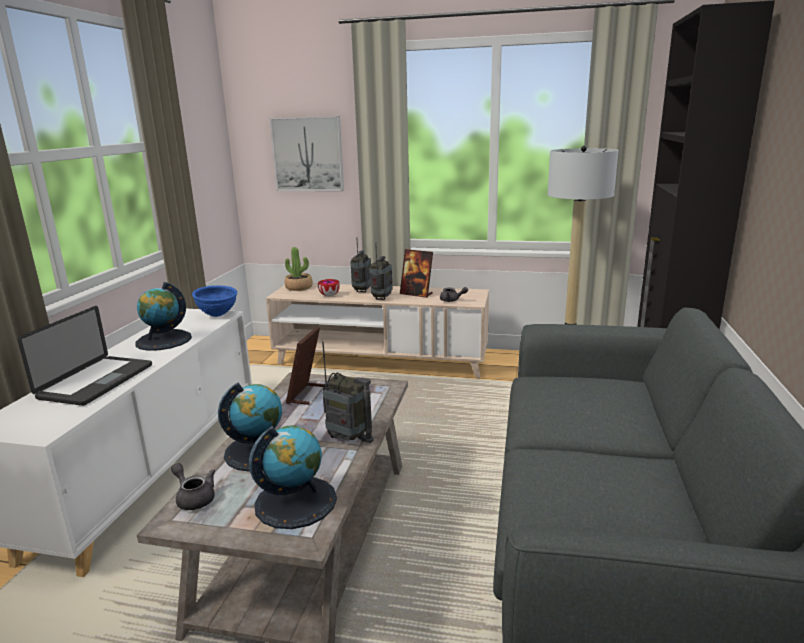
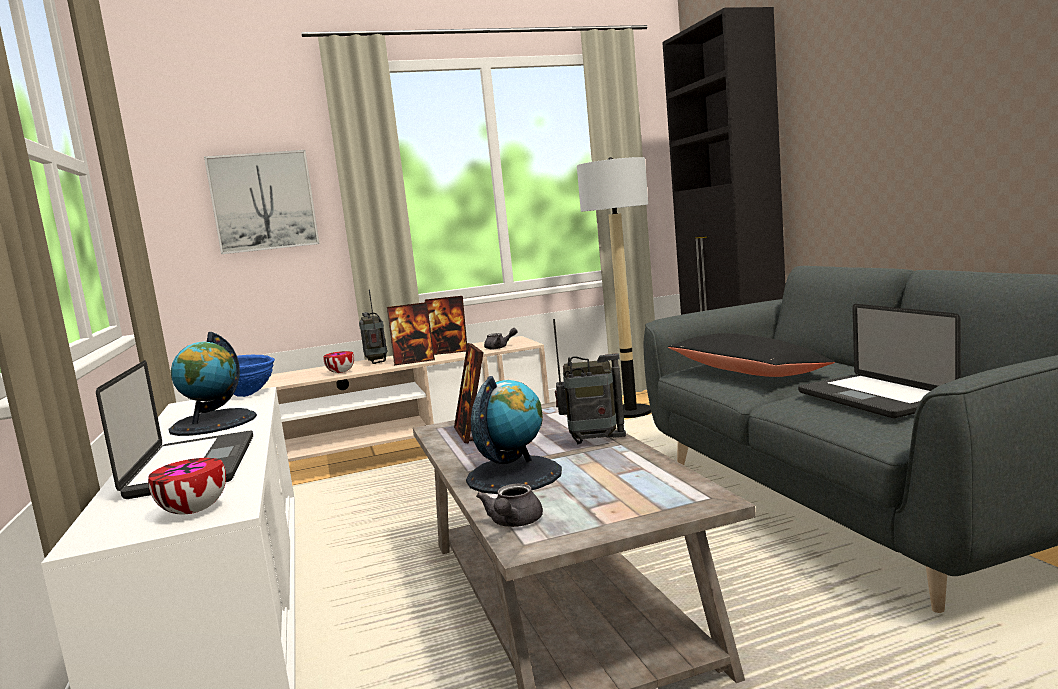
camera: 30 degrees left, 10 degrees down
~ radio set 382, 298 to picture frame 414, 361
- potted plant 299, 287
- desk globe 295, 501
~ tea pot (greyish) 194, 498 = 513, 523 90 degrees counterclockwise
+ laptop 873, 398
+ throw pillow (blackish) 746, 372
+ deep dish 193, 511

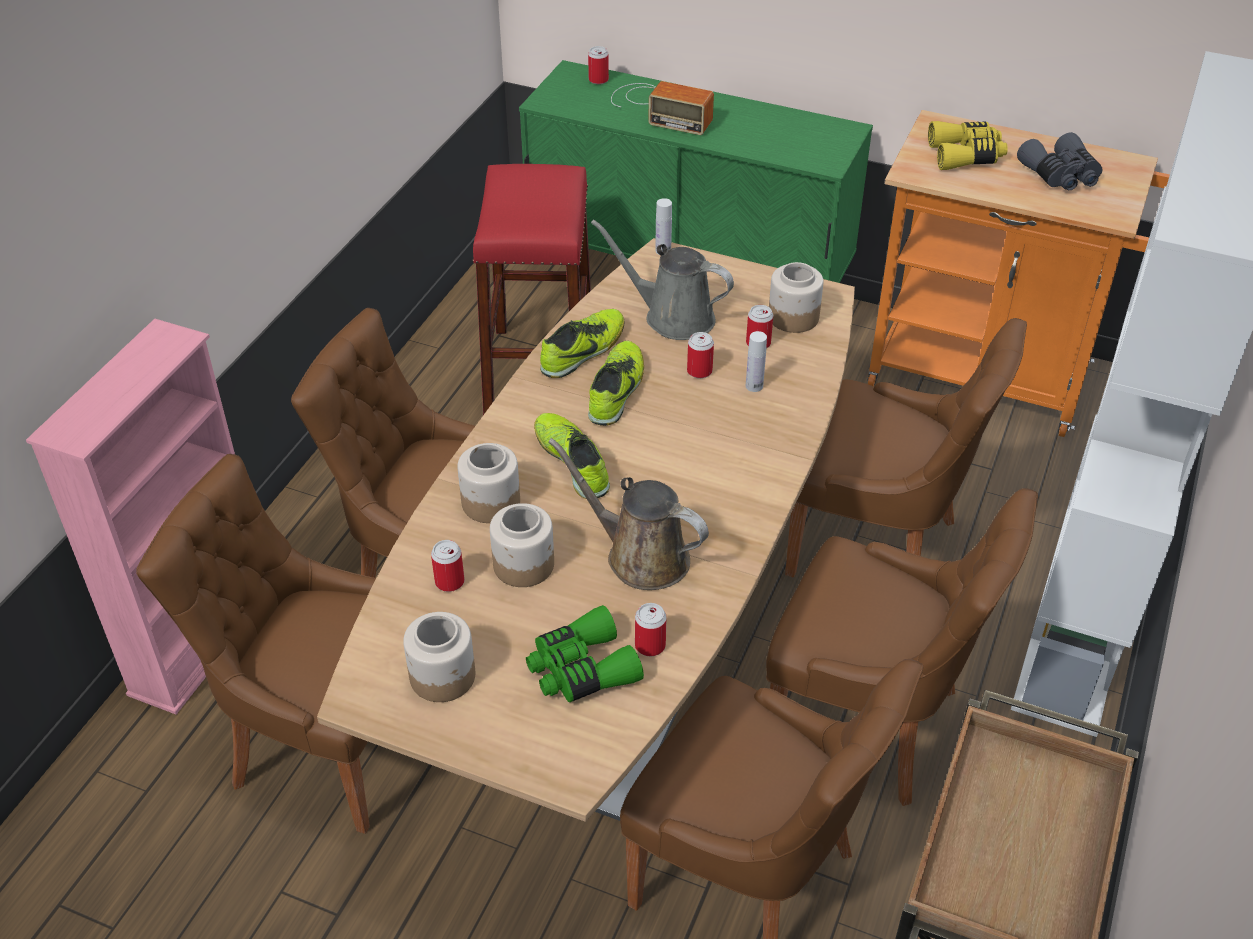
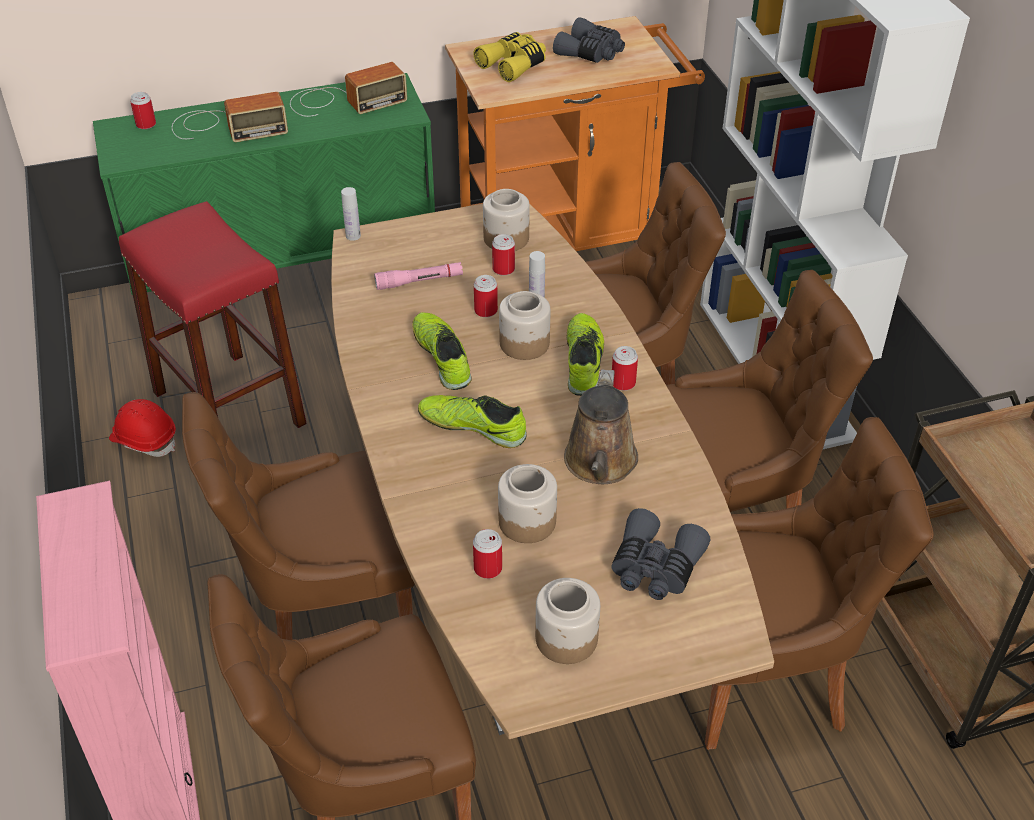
camera: 40 degrees left, 0 degrees up
~ watering pot (greyish) 672, 317 to flashlight (pinkish) 419, 281
~ shoe 584, 351 to 583, 361
~ watering pot (brown) 640, 556 = 600, 464 75 degrees counterclockwise
~ jar 490, 502 to 523, 343
~ metal can 650, 645 to 623, 383
~ binoculars (green) 581, 669 to binoculars (greyish) 655, 567
+ radio set 343, 101
+ hard hat (red) 144, 439

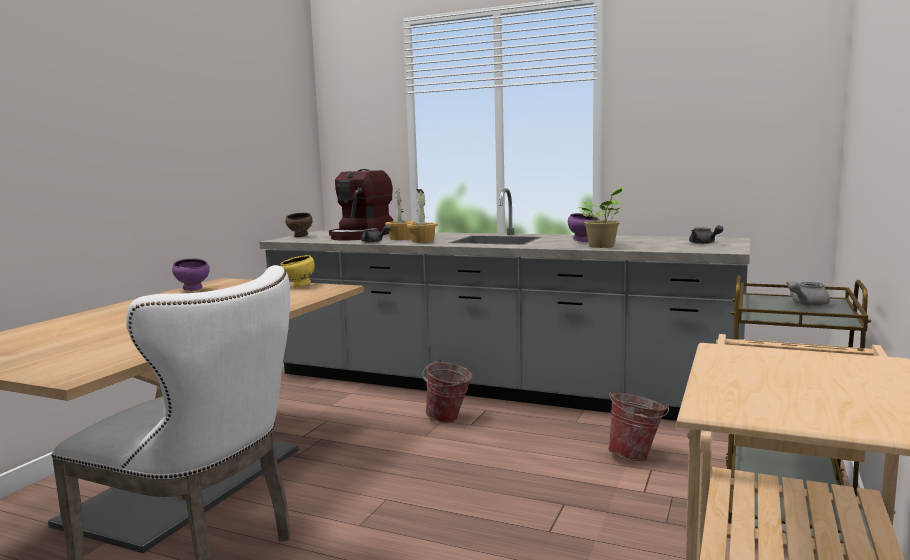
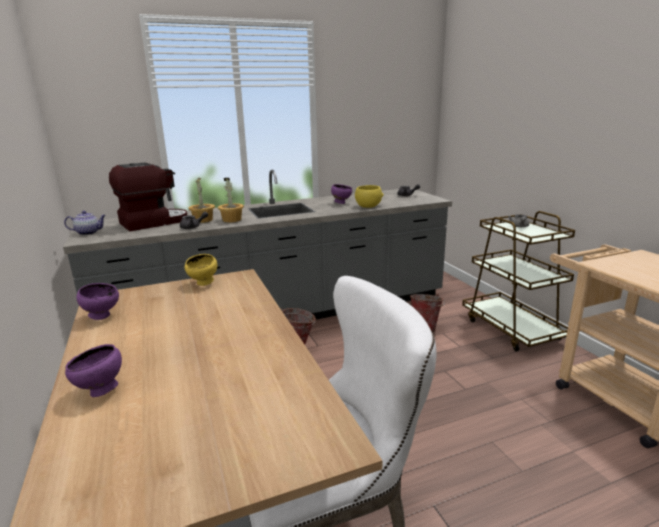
camera: 45 degrees left, 10 degrees up
~ coffee maker 361, 236 = 153, 222 105 degrees counterclockwise
~ potted plant 603, 246 to deep dish (yellow) 368, 206
~ deep dish (brown) 300, 236 to tea pot 89, 233
+ deep dish (purple) 100, 391

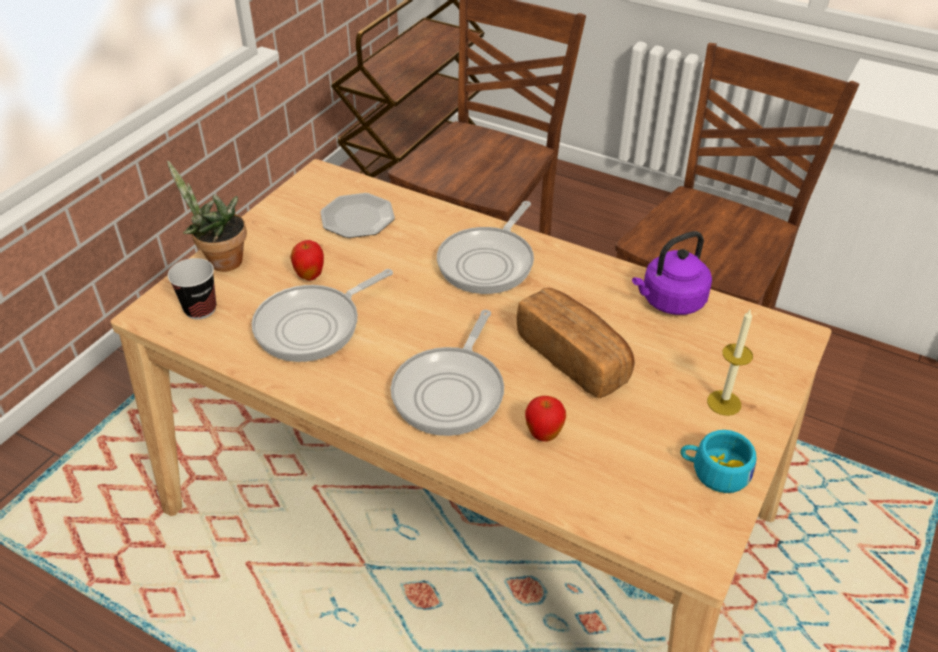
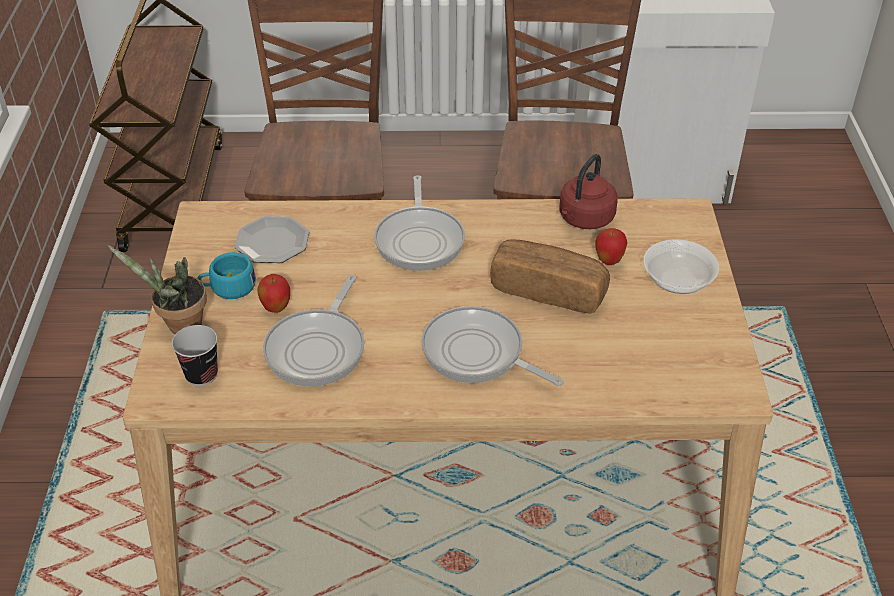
camera: 30 degrees left, 0 degrees up
~ water kettle (purple) 670, 302 to water kettle (red) 584, 220
~ wax candle 724, 403 to deep dish 678, 281
~ skillet 451, 391 = 477, 354 135 degrees clockwise
~ apple 543, 435 to 609, 261
~ cup (turquoise) 714, 471 to 228, 287

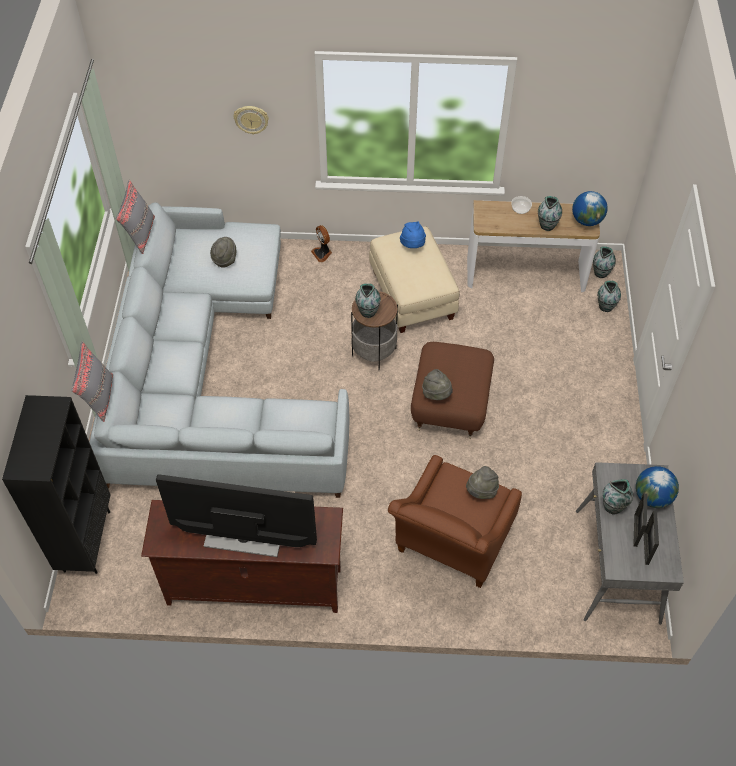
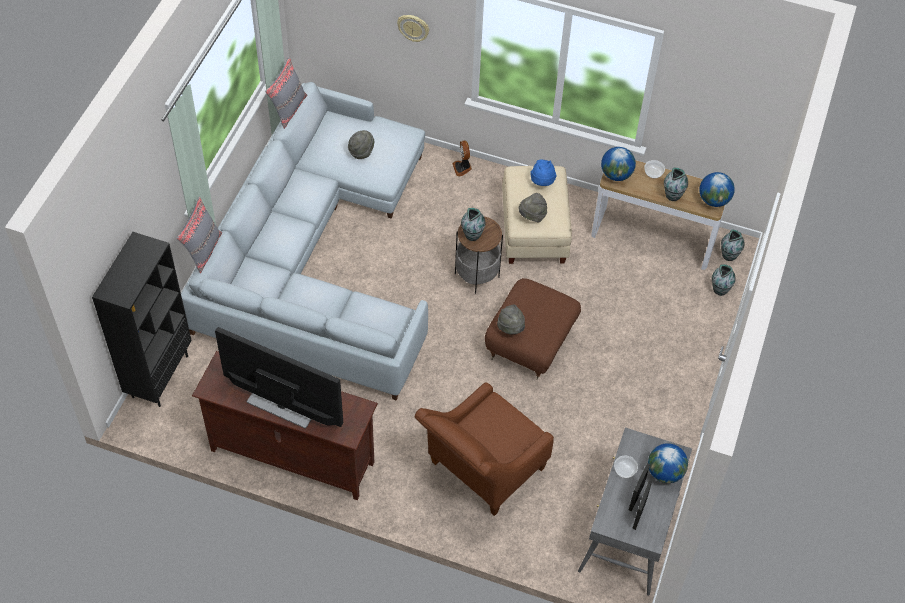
camera: 15 degrees right, 0 degrees up
~ clothing hat (greyish) 481, 491 to 532, 216
~ vase 613, 506 to deep dish 625, 470
+ desk globe 616, 175

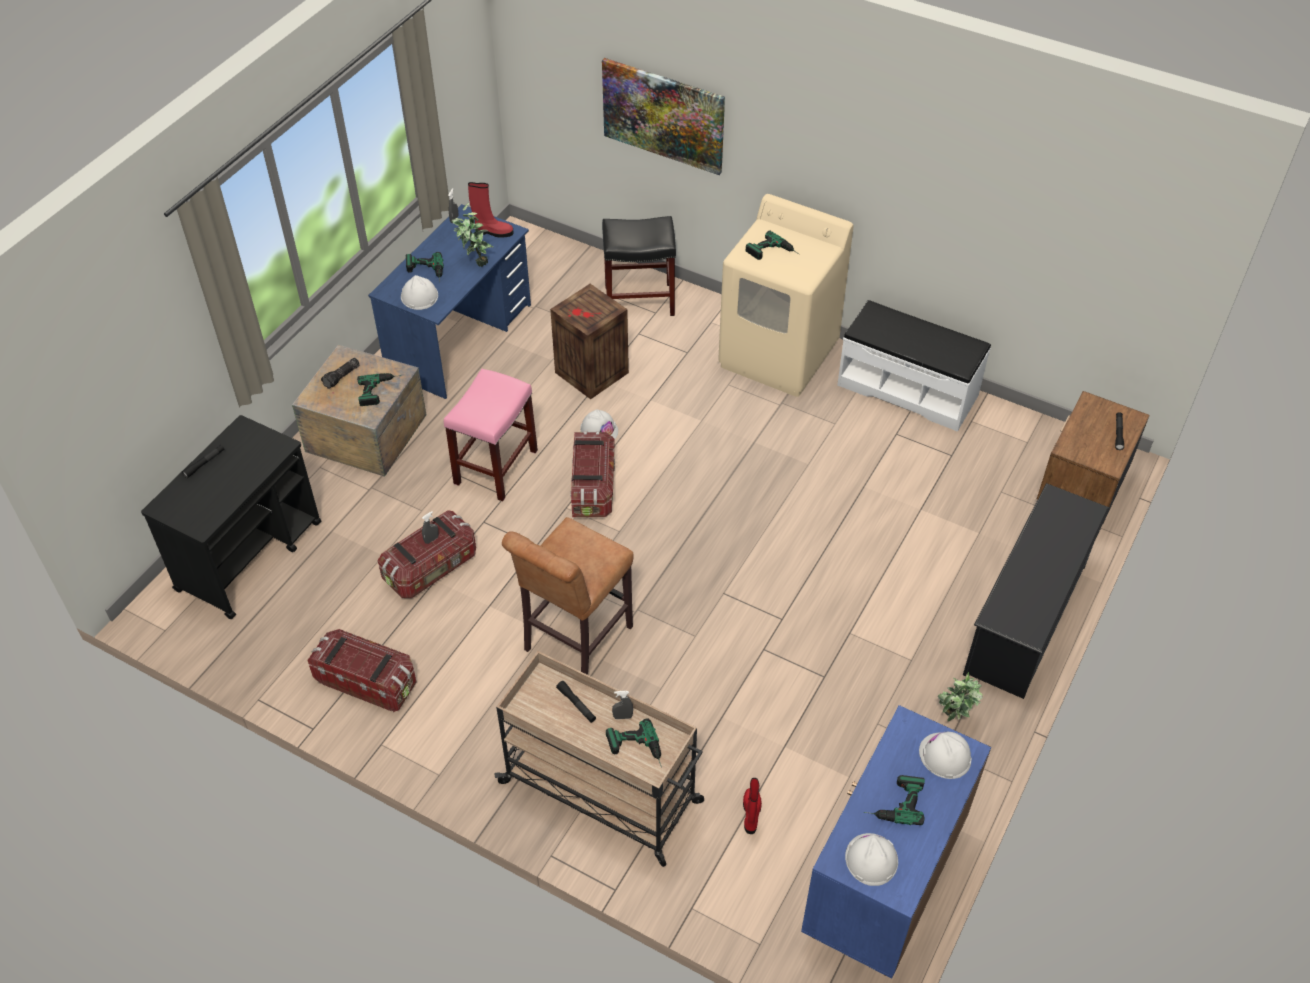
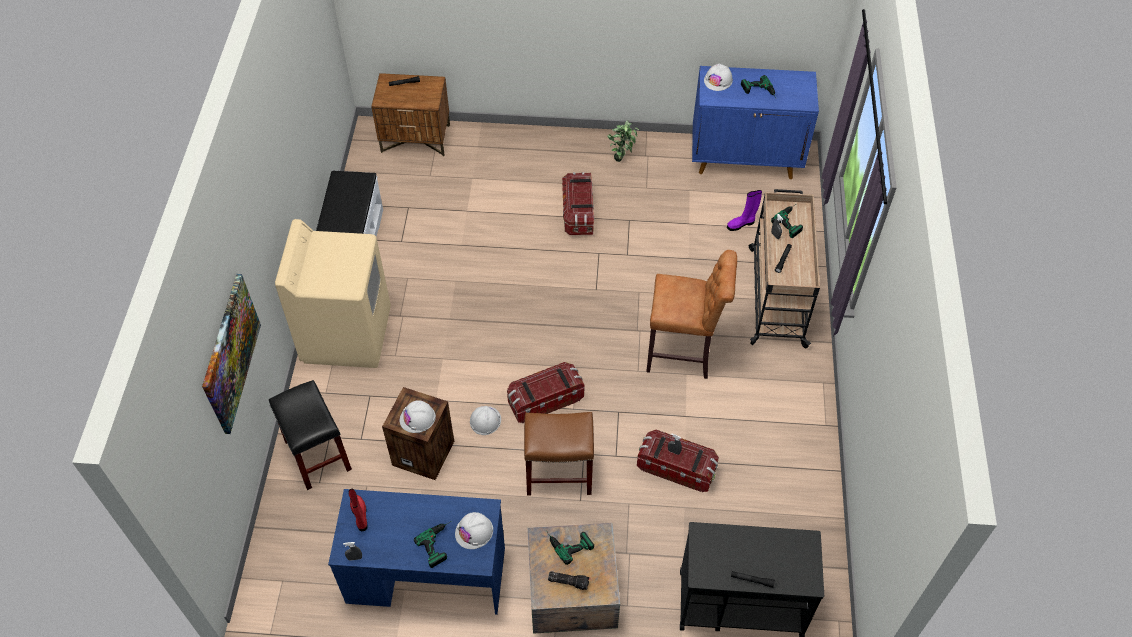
camera: 115 degrees left, 5 degrees up
- potted plant 475, 262
- power drill 773, 253
~ sitting stool (pinkish) 496, 466 to sitting stool (brown) 558, 474
- shoe shelf (blackish) 1026, 618
~ storage box 367, 681 to 578, 213
~ boot (red) 751, 814 to boot (purple) 741, 224
~ hard hat (white) 871, 859 to 417, 418

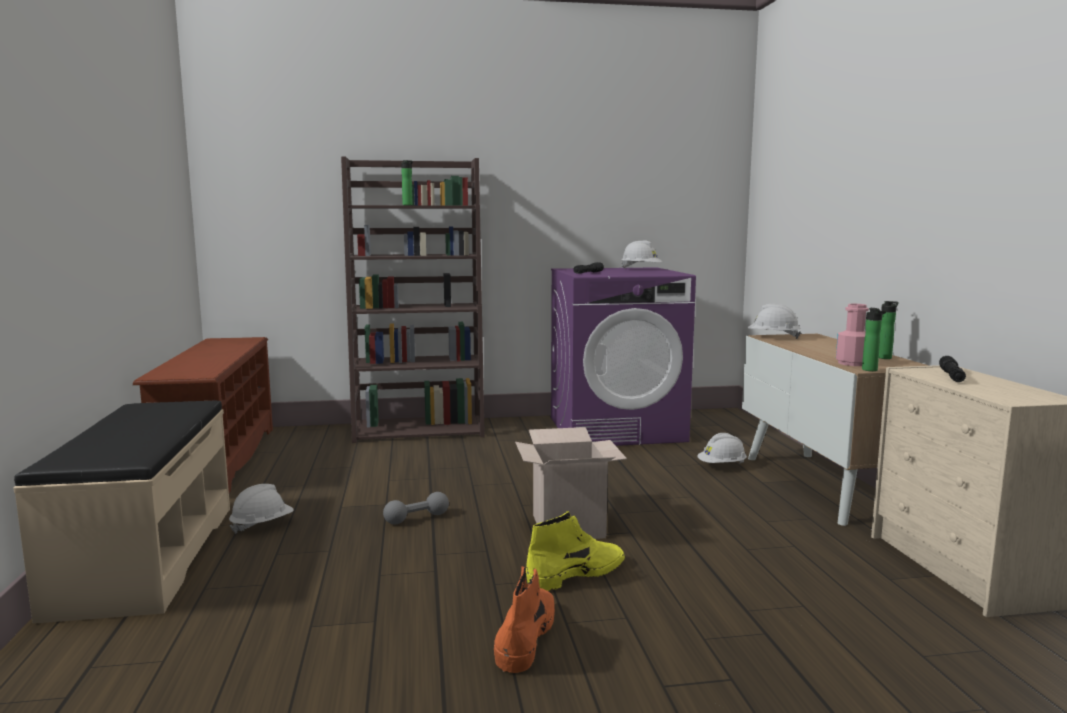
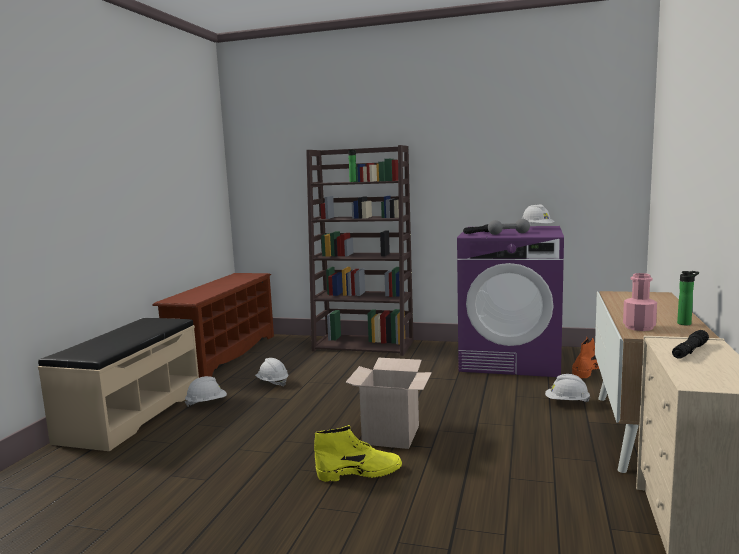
camera: 25 degrees right, 0 degrees up
~ hard hat (white) 772, 337 to 272, 382
- bottle 871, 370
~ hand weight (greyish) 416, 518 to 508, 234
~ boot (orange-coloured) 526, 635 to 588, 369

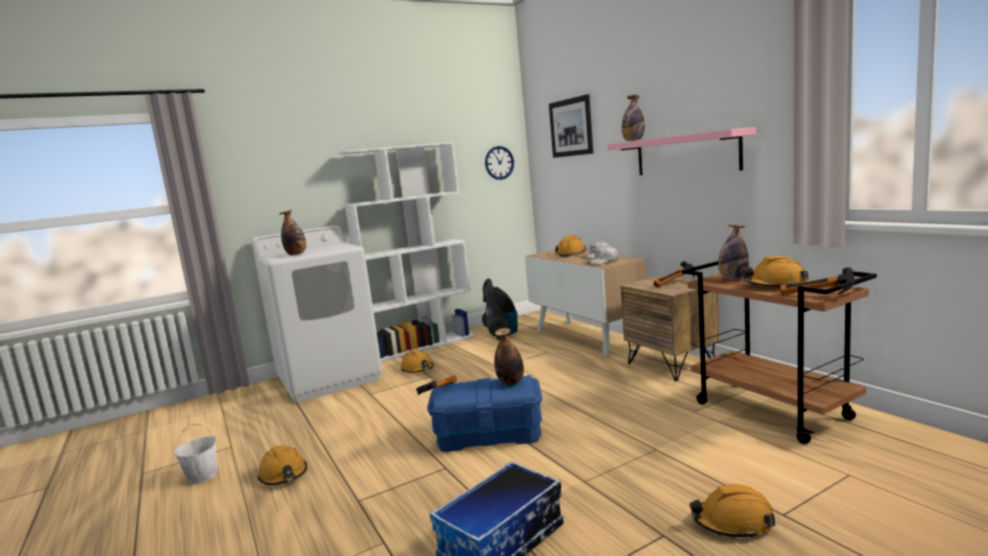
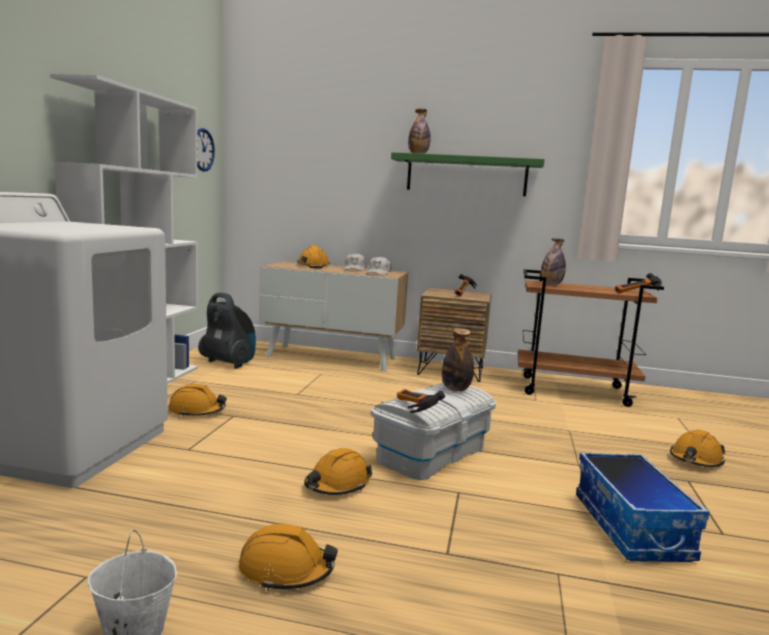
camera: 50 degrees left, 0 degrees up
- wall picture 571, 127
~ wall shelf (pinkish) 686, 154 to wall shelf (green) 466, 175
- bottle 296, 254
~ hard hat (orange-coloured) 775, 285 to 337, 485
~ storage box (bluish) 489, 435 to storage box (white) 431, 453

